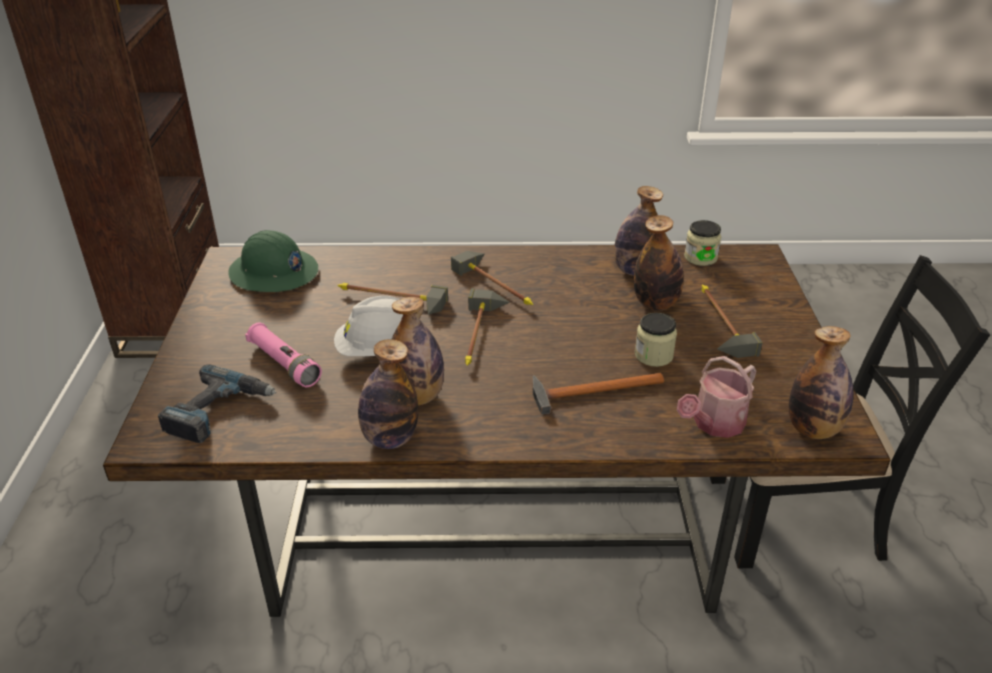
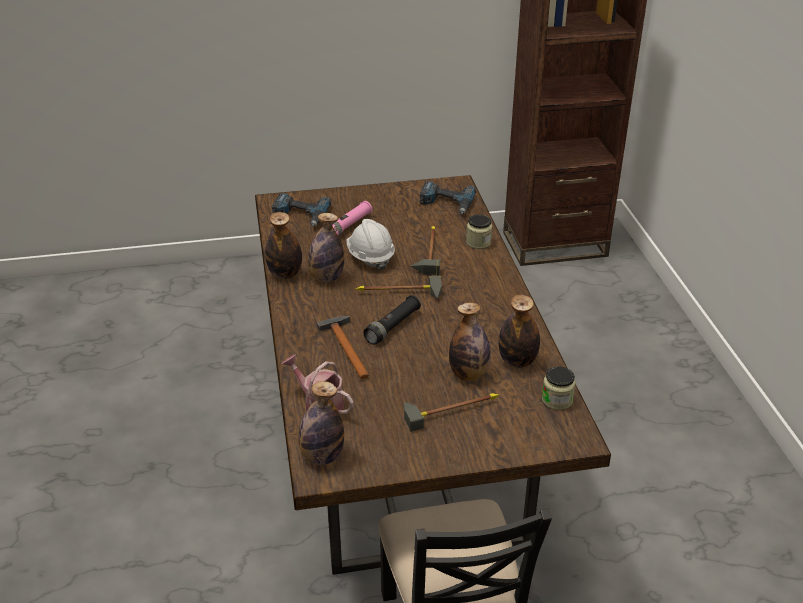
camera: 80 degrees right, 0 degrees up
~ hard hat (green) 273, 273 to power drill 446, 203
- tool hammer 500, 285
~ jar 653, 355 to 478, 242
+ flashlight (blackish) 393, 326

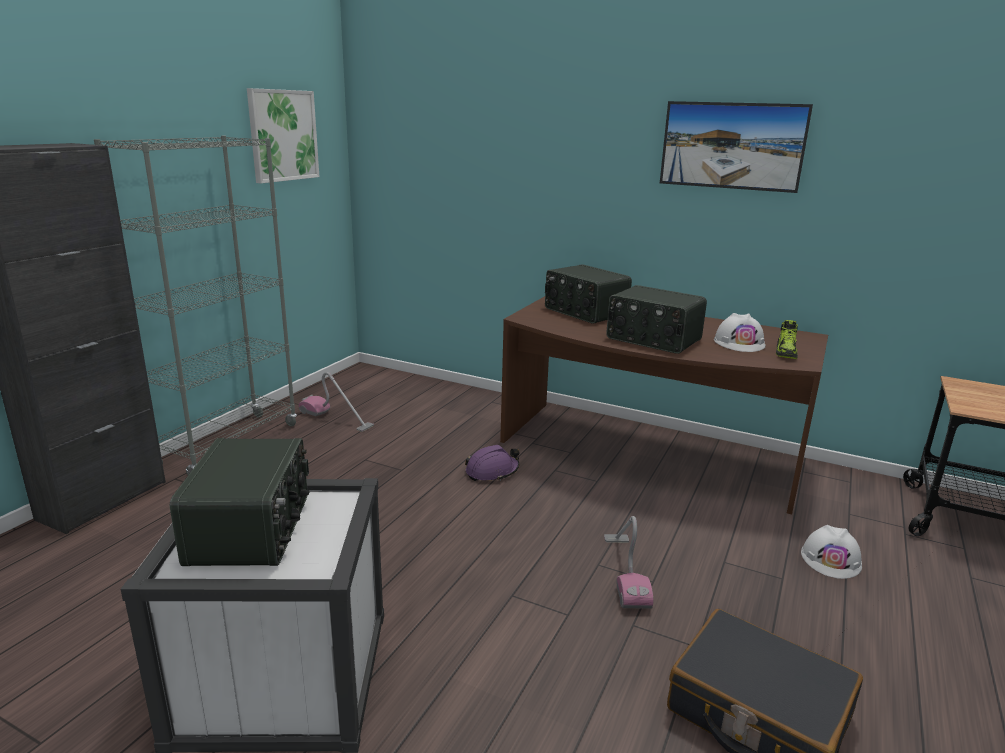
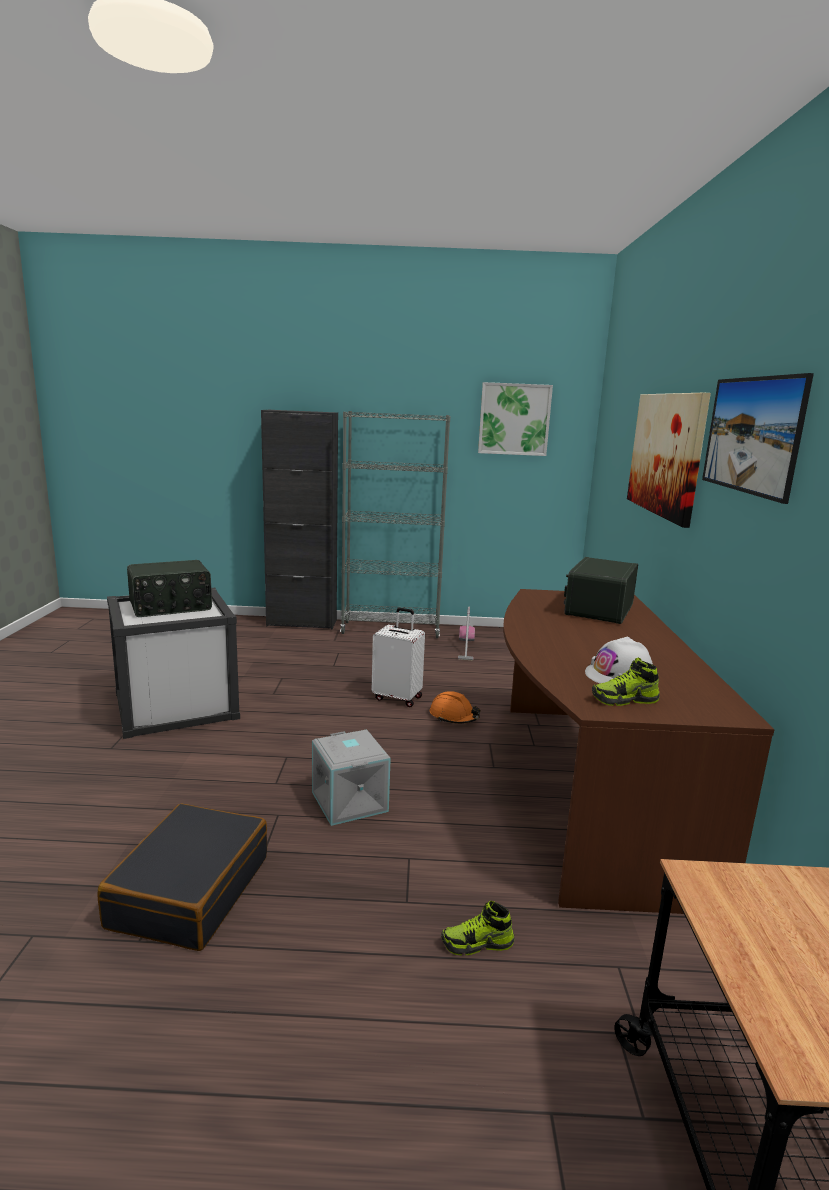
camera: 65 degrees right, 5 degrees down
- radio set 652, 339
~ hard hat (purple) 492, 472 to hard hat (orange-coloured) 454, 717
~ vacuum cleaner 625, 571 to storage box (greyish) 351, 802
~ hard hat (white) 831, 559 to shoe 477, 944
+ wall picture 666, 454
+ suitcase (white) 398, 697

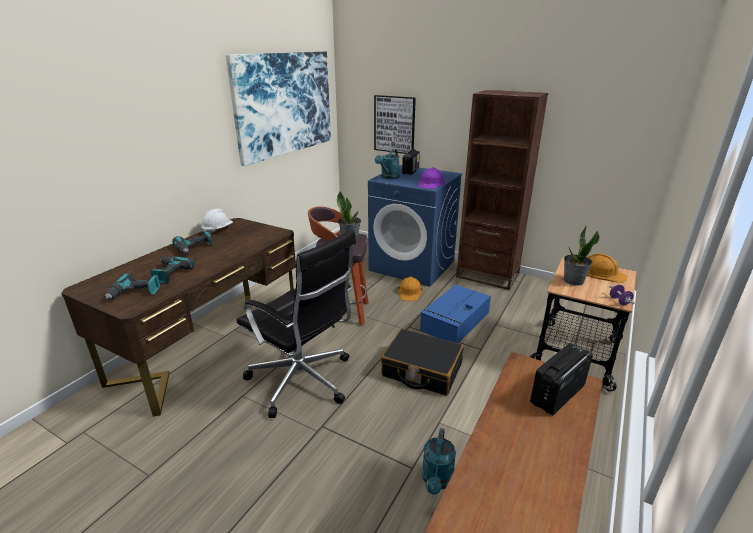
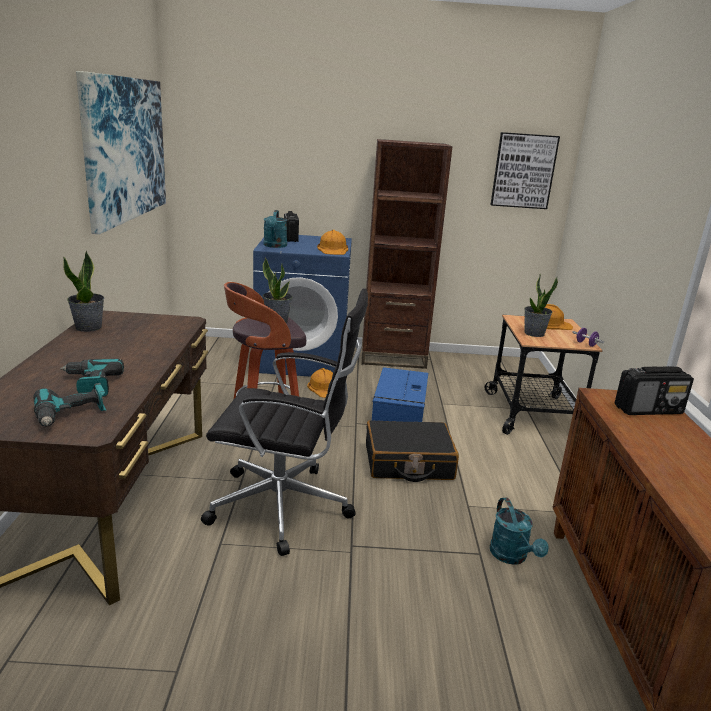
camera: 30 degrees left, 5 degrees down
~ wall picture 394, 124 to 523, 171
~ hard hat (purple) 431, 183 to hard hat (orange-coloured) 333, 249
~ hard hat (white) 217, 230 to potted plant 89, 327
- power drill 194, 248
~ radio set 557, 394 = 649, 410 120 degrees counterclockwise

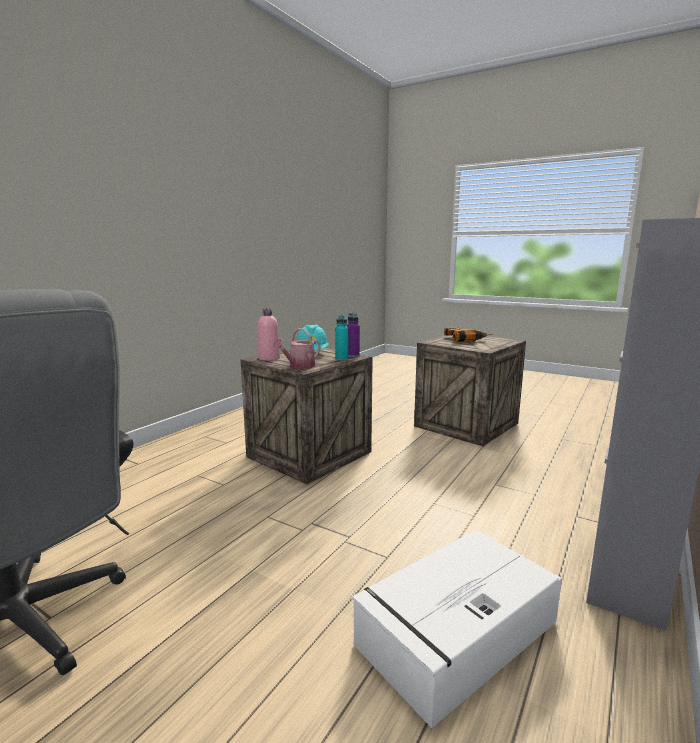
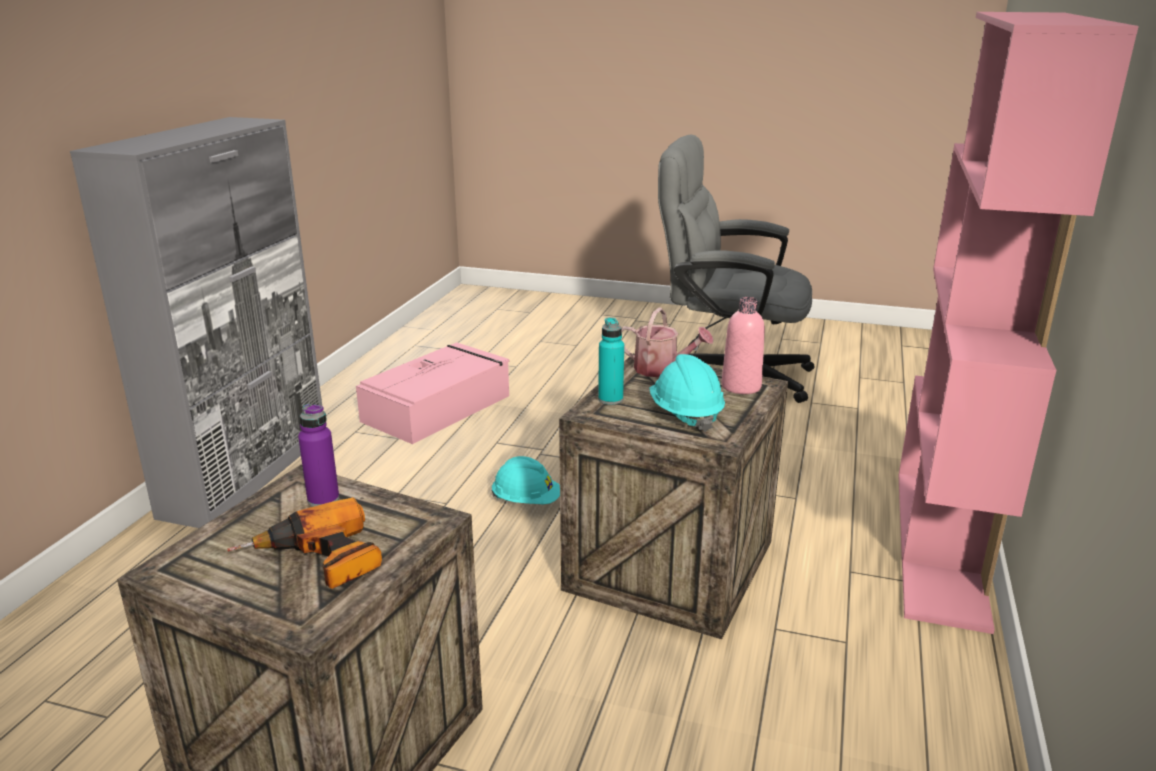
camera: 165 degrees right, 10 degrees up
~ bottle (purple) 353, 355 to 323, 499
~ watering pot 299, 366 = 662, 370 90 degrees clockwise
~ storage box (white) 455, 635 to storage box (pinkish) 438, 407
+ shelving unit (pinkish) 941, 544
+ hard hat (turquoise) 526, 501

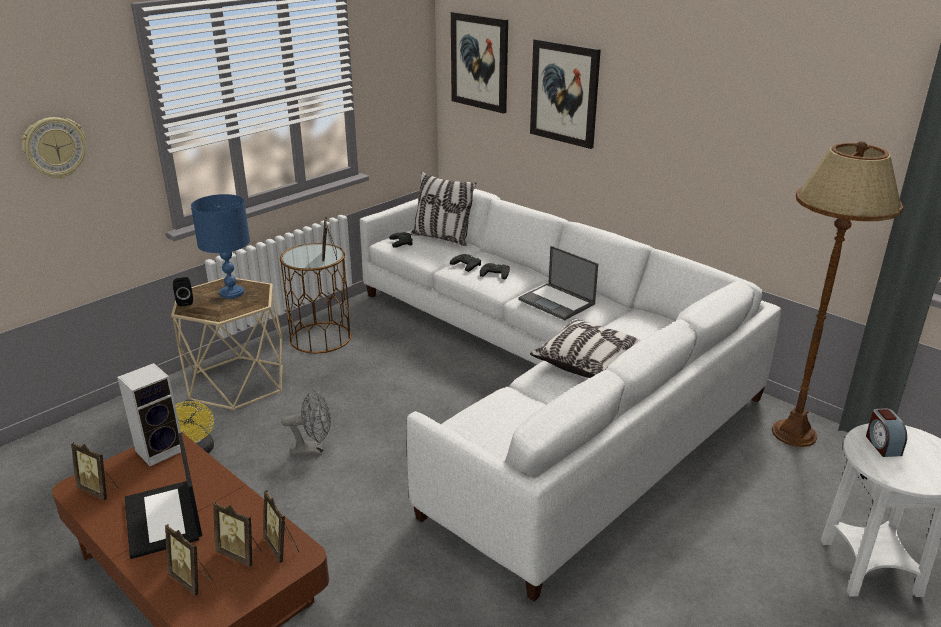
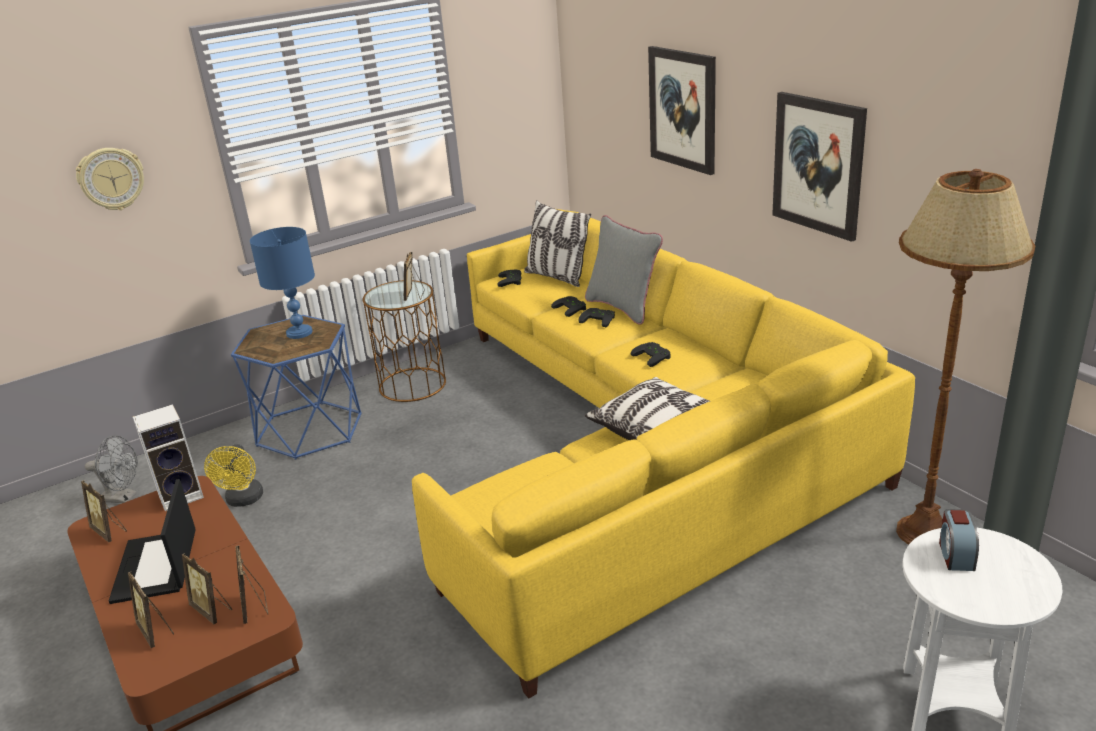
camera: 15 degrees right, 0 degrees up
~ wall picture 479, 62 to 818, 165
~ sofa (white) 545, 381 to sofa (yellow) 640, 448
~ laptop 557, 302 to joypad (blackish) 653, 356
~ end table (sand-coloured) 237, 383 to end table (bluish) 309, 430
- audio speaker (blackish) 185, 302
~ cooling fan (greyish) 313, 450 to 123, 498
+ throw pillow (greyish) 623, 307

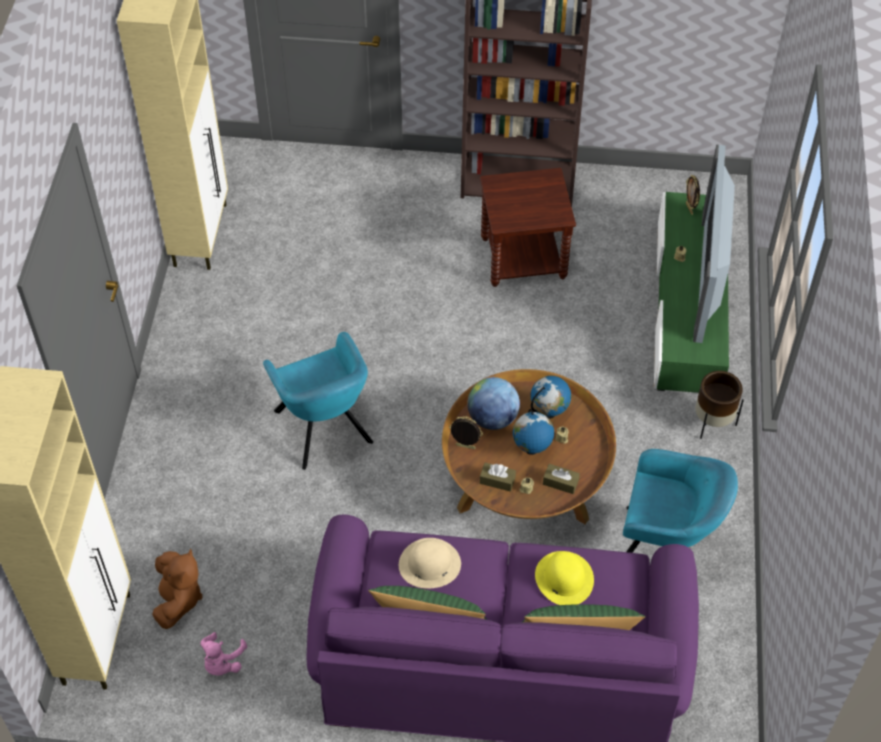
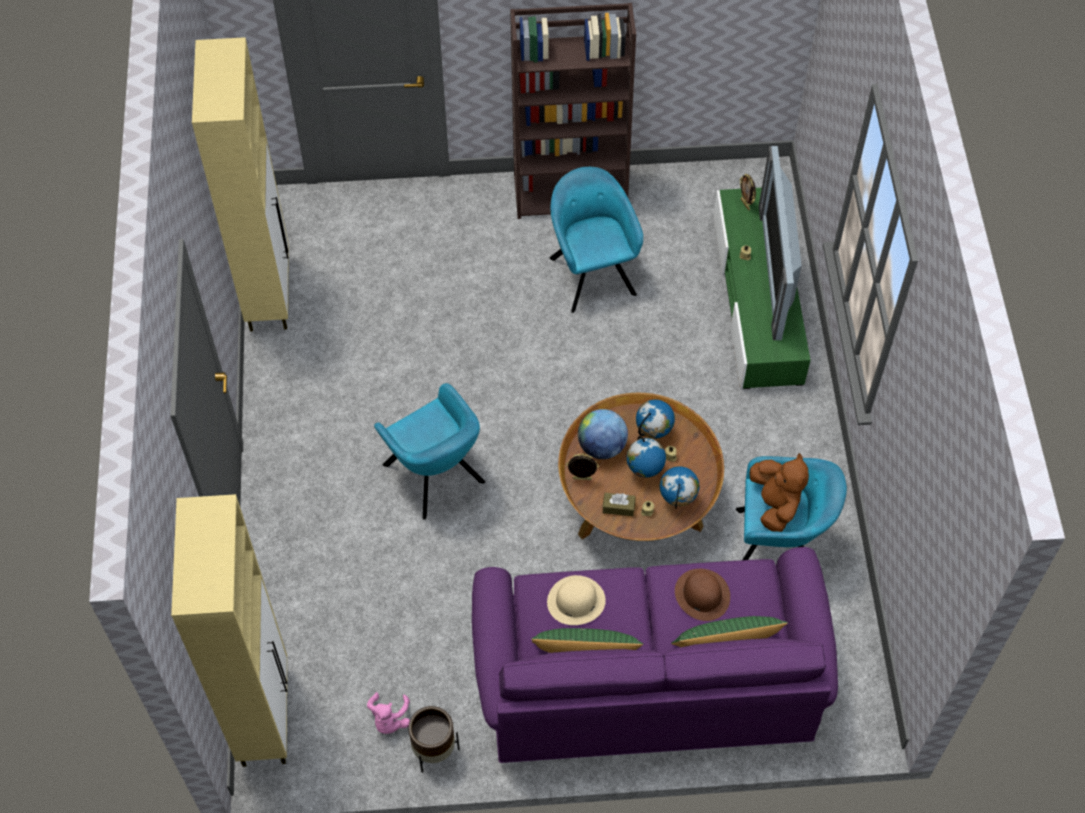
camera: 10 degrees left, 5 degrees up
~ end table (brown) 523, 257 to armchair (turquoise) 591, 272
~ flower pot (brown) 712, 423 to 433, 750
~ tissue box (brown) 560, 482 to desk globe 677, 500
~ soft toy (brown) 178, 599 to 775, 504
~ clothing hat (yellow) 564, 578 to clothing hat (brown) 702, 594

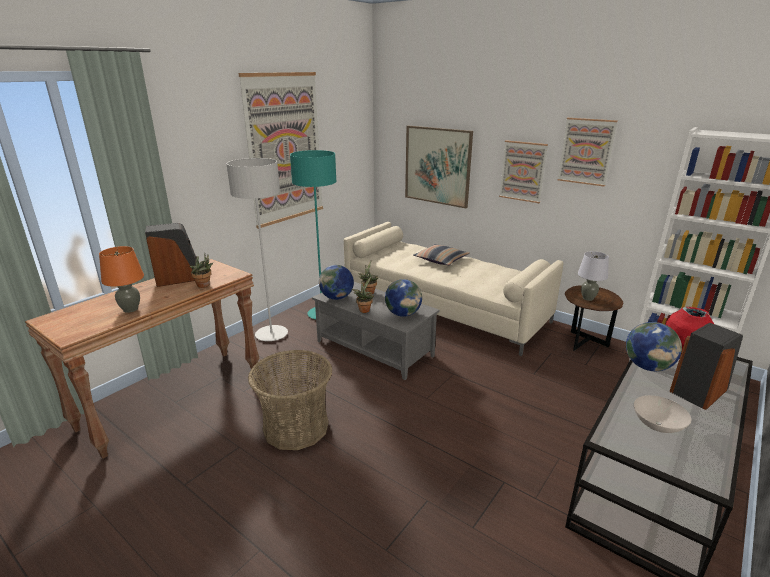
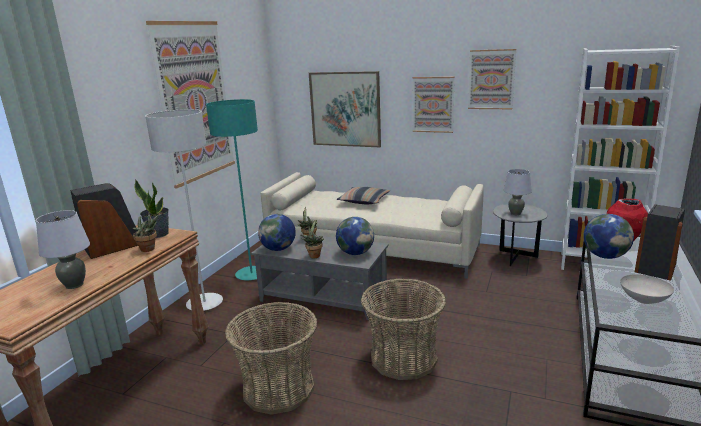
camera: 15 degrees left, 5 degrees down
~ lamp for a table (orange-coloured) 130, 309 to lamp for a table (greyish) 74, 285
~ end table (brown) 584, 344 to end table (greyish) 516, 259
+ potted plant 158, 234
+ storage basket 403, 358

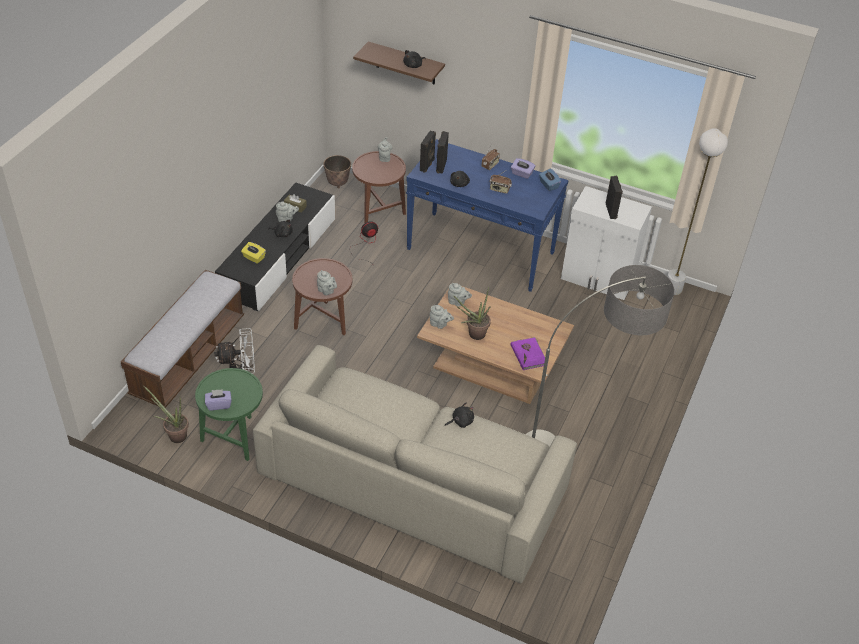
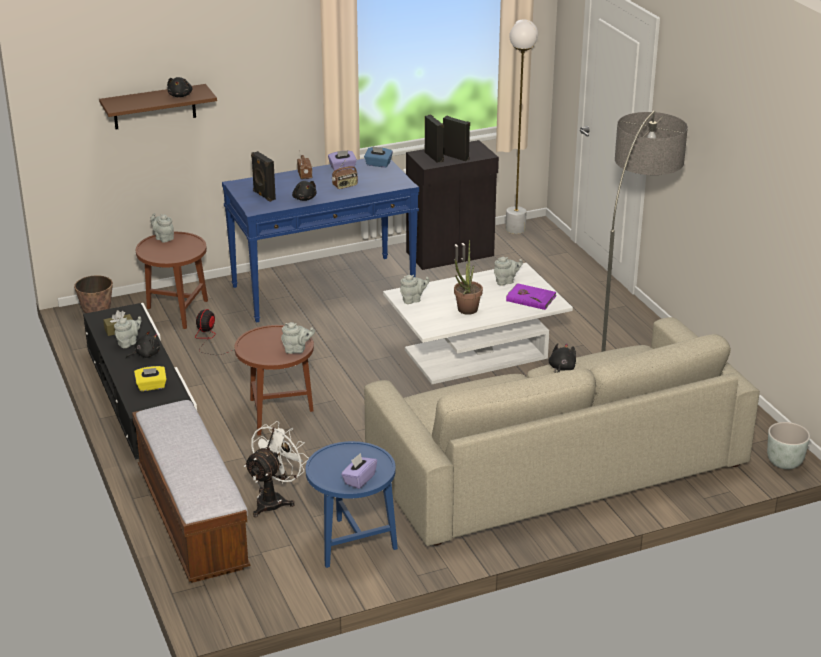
camera: 45 degrees left, 15 degrees down
~ audio speaker (blackish) 427, 165 to 434, 157
~ storage cabinet (white) 598, 279 to storage cabinet (blackish) 451, 254
~ low table (brown) 491, 366 to low table (white) 475, 354
~ tea pot (greyish) 439, 324 to 506, 281
~ end table (green) 234, 437 to end table (bluish) 352, 542
- potted plant 174, 435
+ flower pot (greyish) 785, 463

